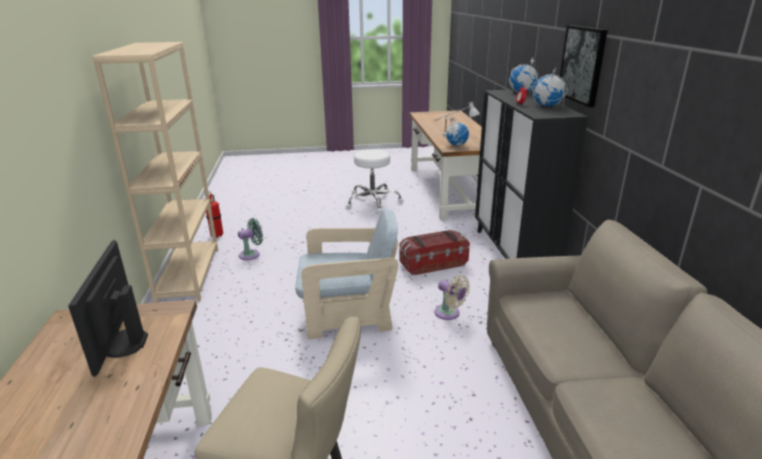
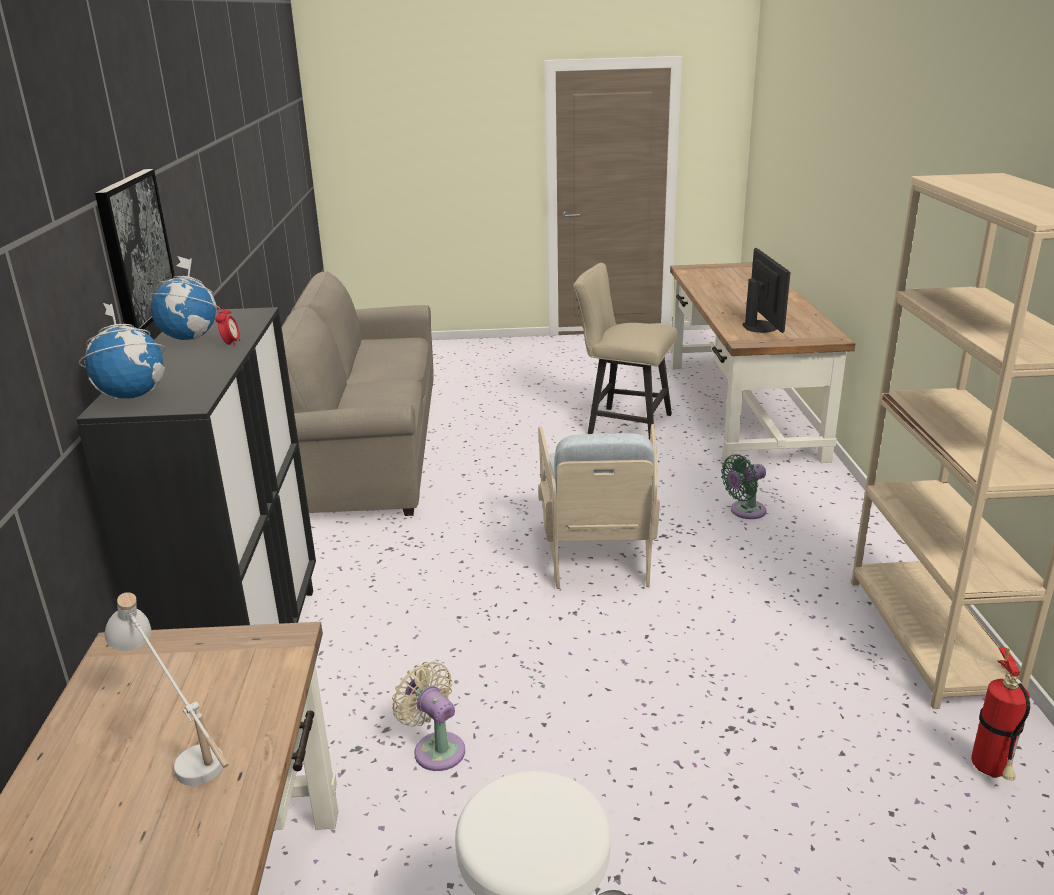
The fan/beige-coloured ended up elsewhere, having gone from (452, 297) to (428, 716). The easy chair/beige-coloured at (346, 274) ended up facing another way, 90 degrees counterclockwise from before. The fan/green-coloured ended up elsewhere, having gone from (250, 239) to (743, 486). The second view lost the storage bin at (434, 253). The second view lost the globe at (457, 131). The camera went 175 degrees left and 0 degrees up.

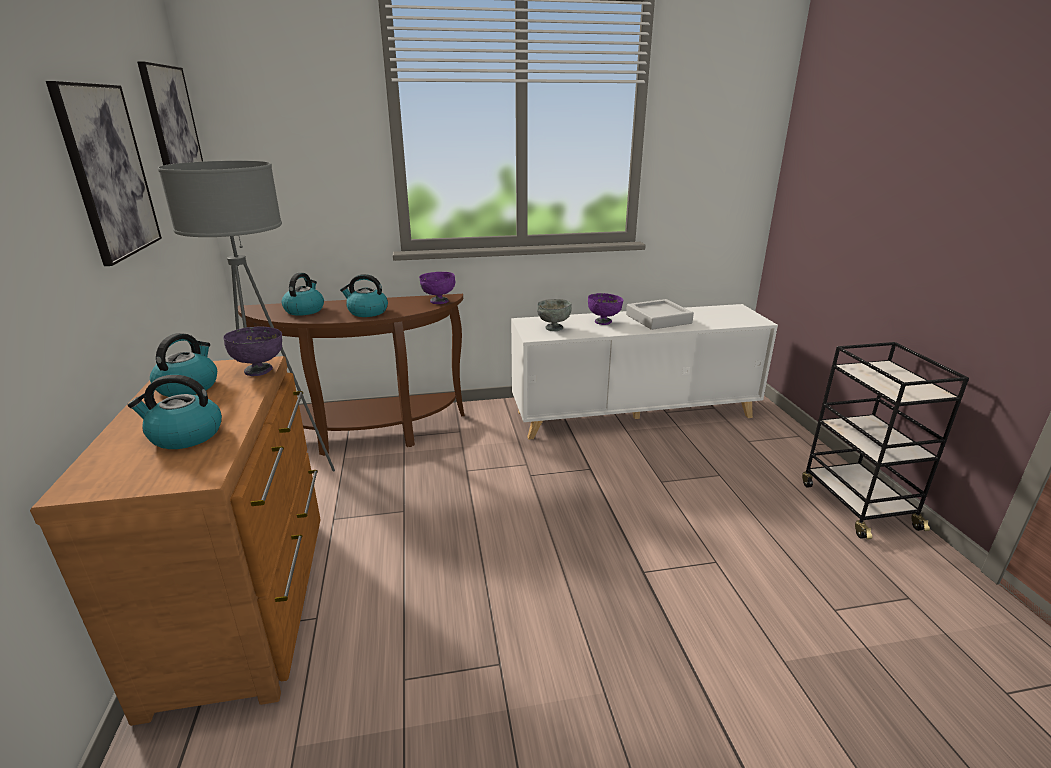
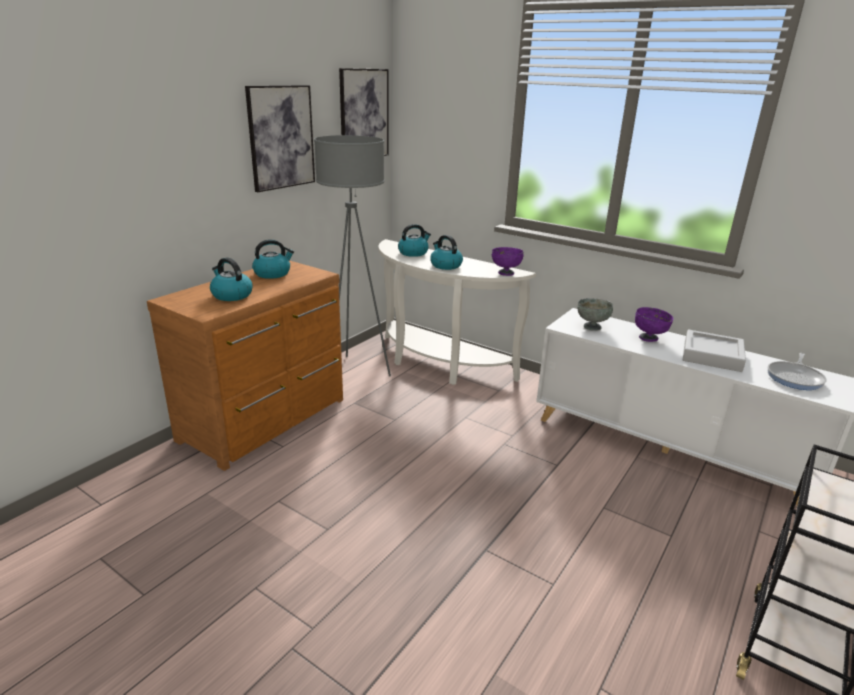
What was the console table/brown at (351, 375) turned into the console table/white-coloured at (457, 312). The second view gained the frying pan at (797, 371). The second view lost the bowl/purple-coloured at (252, 351). The camera went 45 degrees right and 0 degrees up.

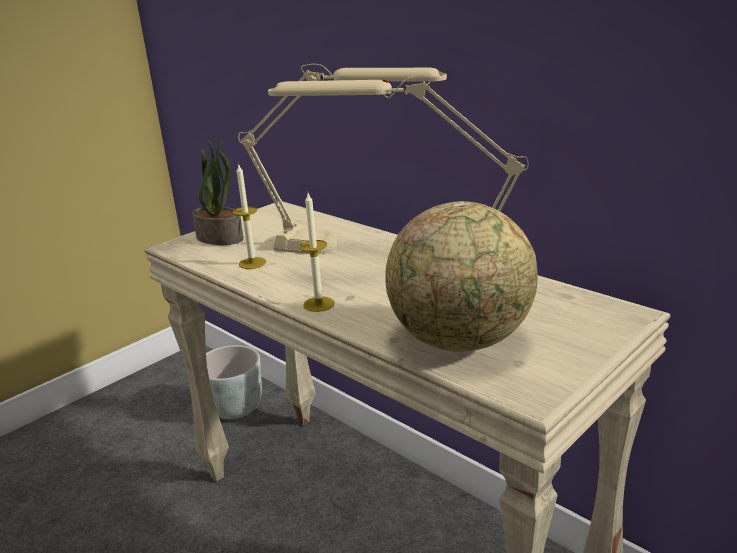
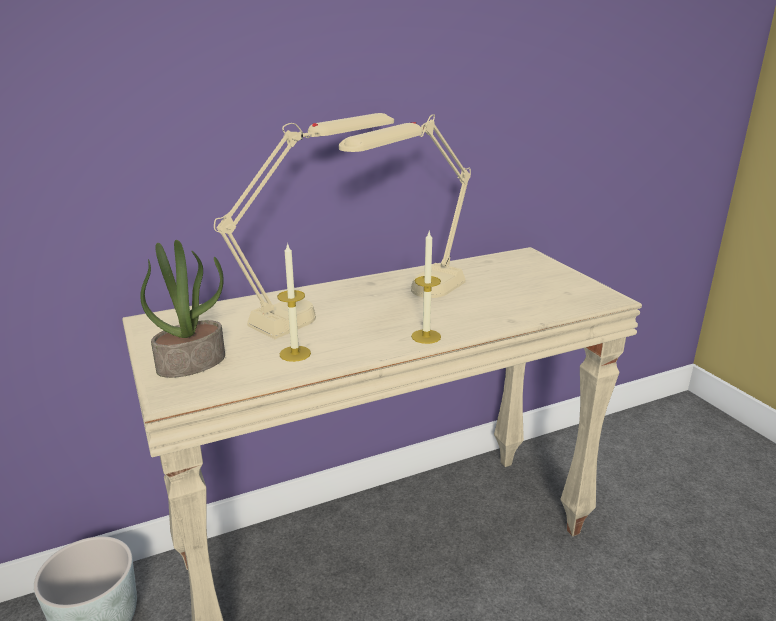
The second view lost the globe at (461, 276). The camera went 70 degrees left and 0 degrees up.

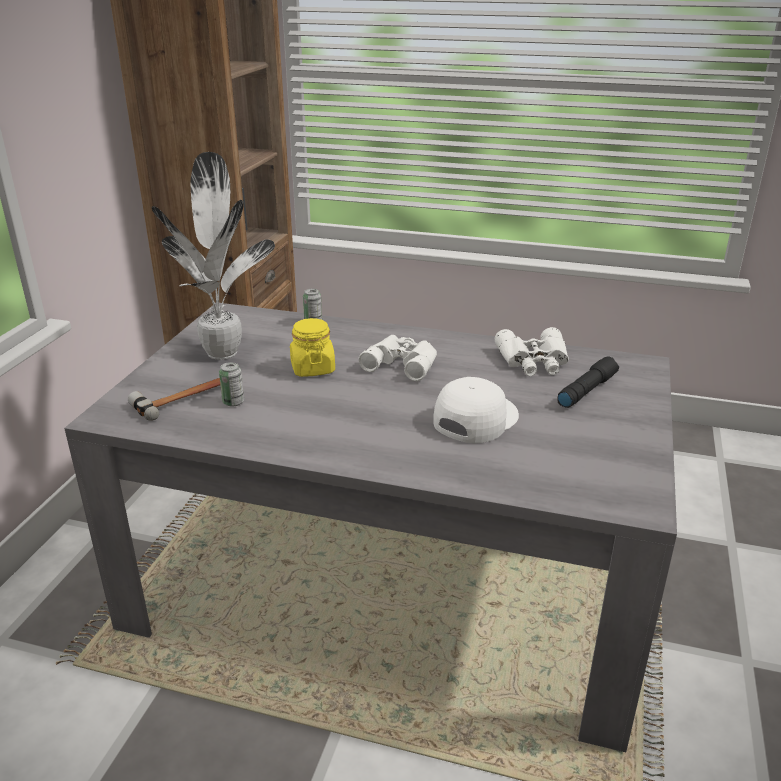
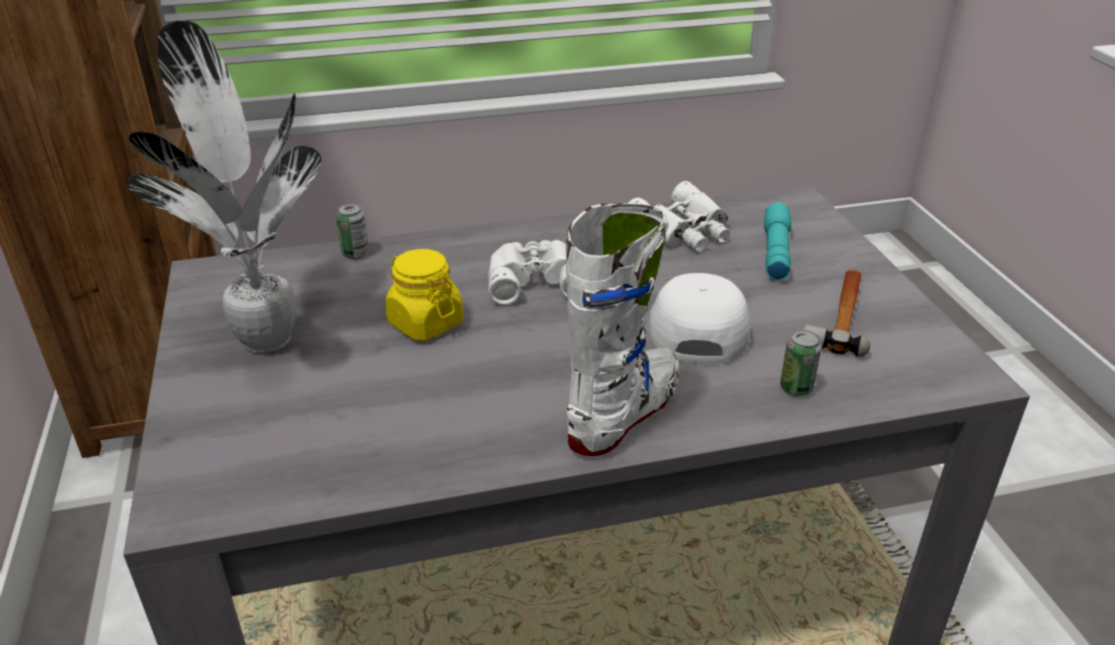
The second view gained the high-top boot/white-coloured at (622, 330). What was the torch/black at (588, 382) turned into the torch/turquoise at (777, 241). The metal can ended up elsewhere, having gone from (231, 384) to (801, 363). The tool hammer ended up elsewhere, having gone from (174, 399) to (836, 313). The camera went 30 degrees left and 5 degrees up.

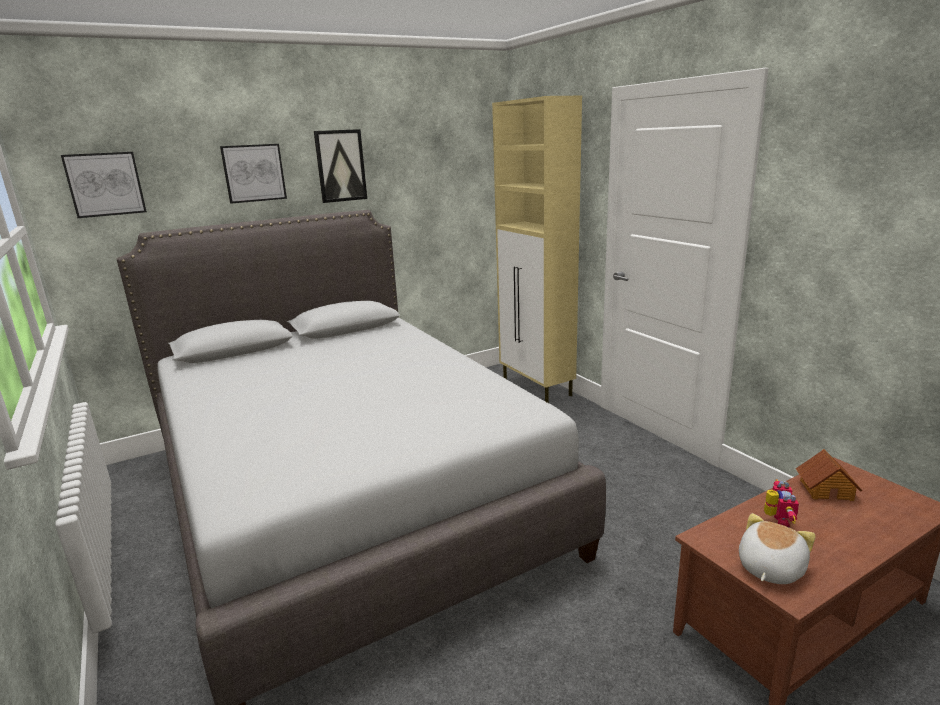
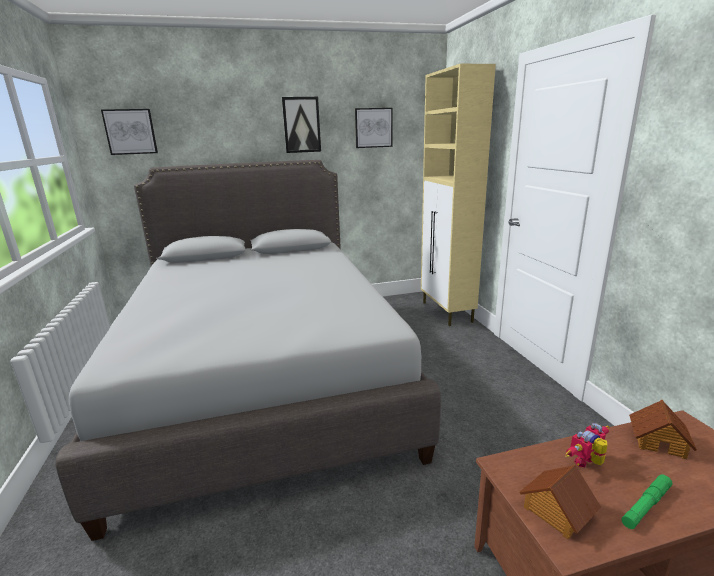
The picture ended up elsewhere, having gone from (253, 174) to (374, 128). Where the soft toy stood at (777, 548), the toy house came to stand at (560, 502). The robot figure at (781, 503) ended up facing another way, 150 degrees counterclockwise from before. The second view gained the torch/green-coloured at (647, 502). The camera went 15 degrees right and 0 degrees up.

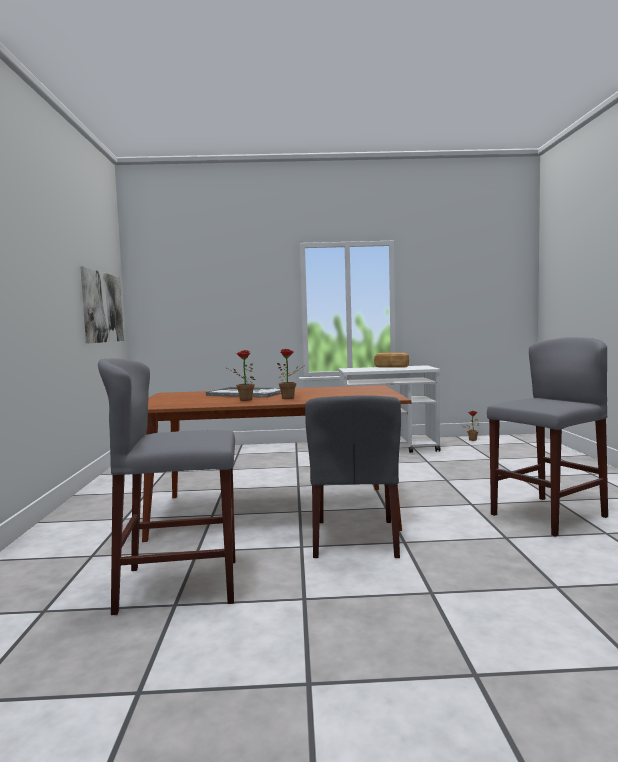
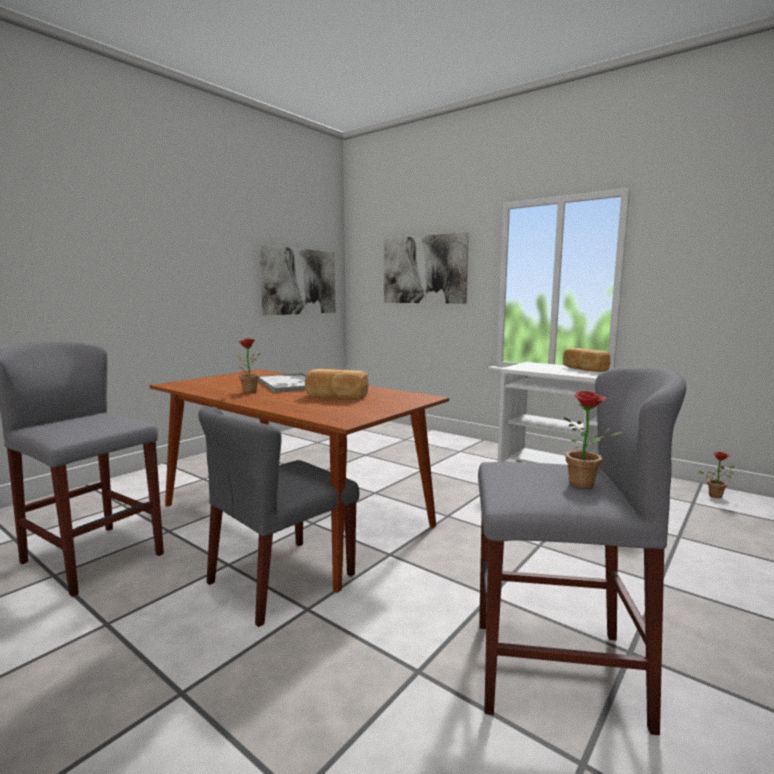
The second view gained the bread at (336, 384). The second view gained the picture at (426, 268). The houseplant ended up elsewhere, having gone from (291, 374) to (593, 440). The camera went 40 degrees right and 5 degrees up.

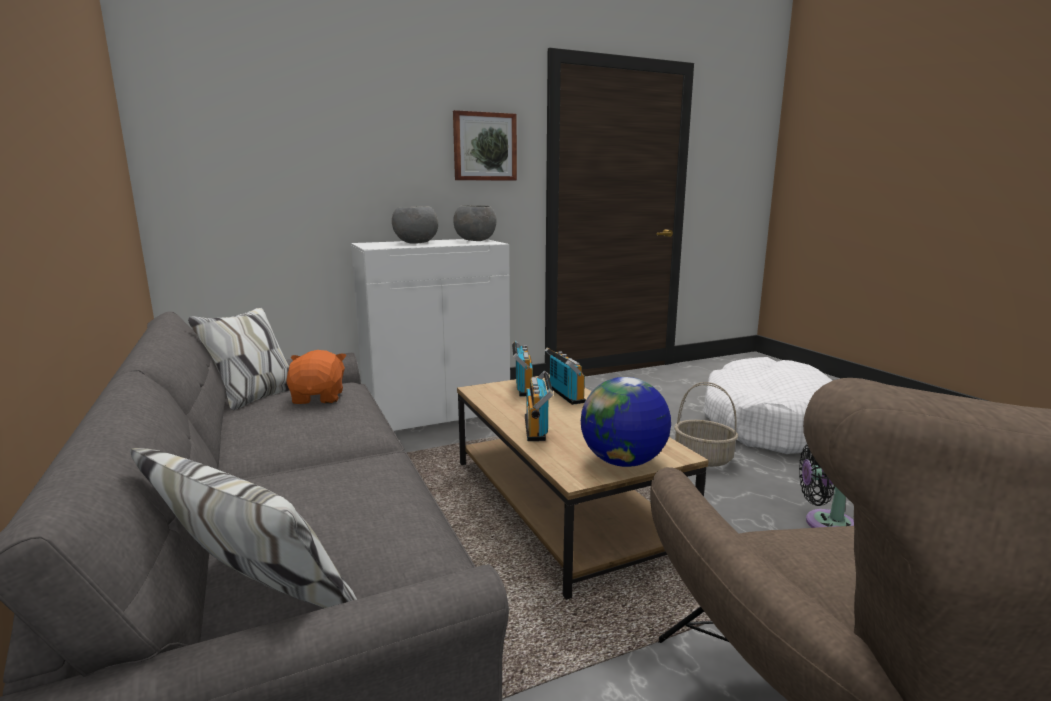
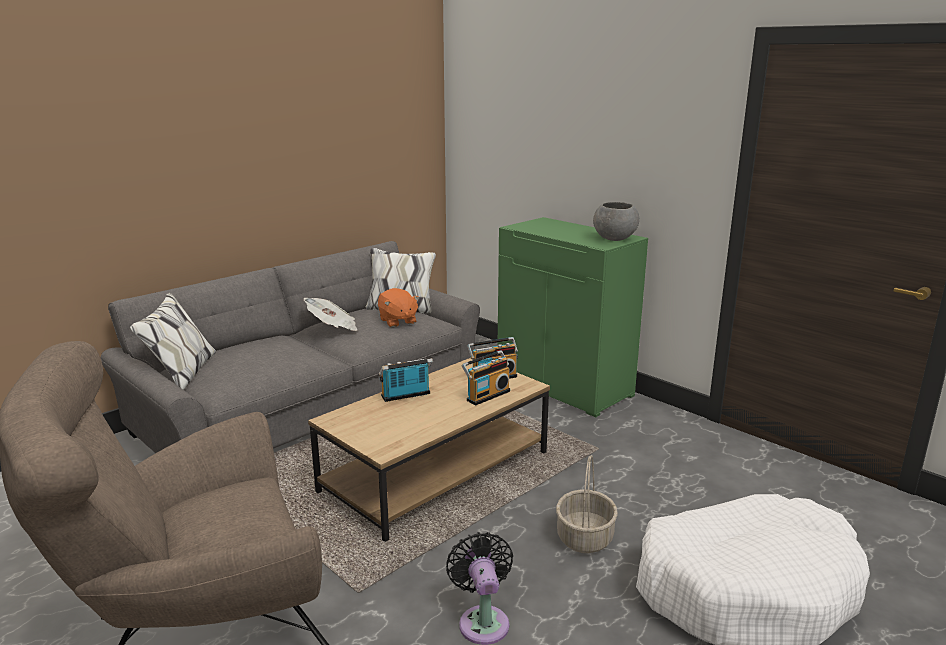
The second view gained the newspaper at (330, 314). The soft toy/orangey at (316, 377) ended up facing another way, 90 degrees clockwise from before. What was the storage cabinet/white-coloured at (430, 335) turned into the storage cabinet/green-coloured at (573, 317). The second view lost the bowl/greyish at (415, 225). The second view lost the picture at (485, 145). The second view lost the globe at (626, 422). The camera went 70 degrees right and 5 degrees up.

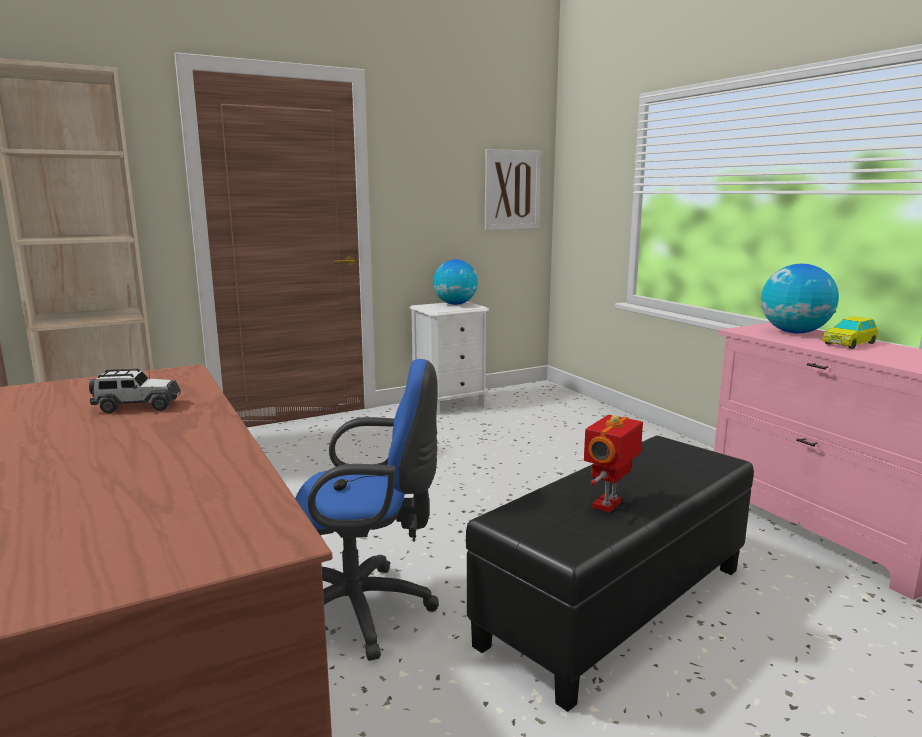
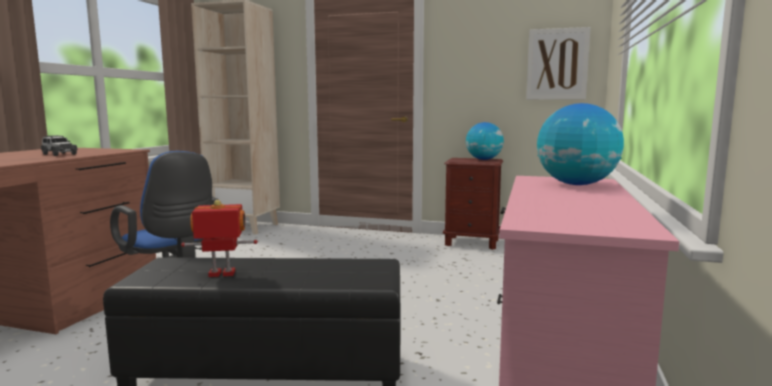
What was the night table/white-coloured at (449, 358) turned into the night table/brown at (473, 204). The second view lost the toy car at (850, 332). The camera went 45 degrees right and 5 degrees down.

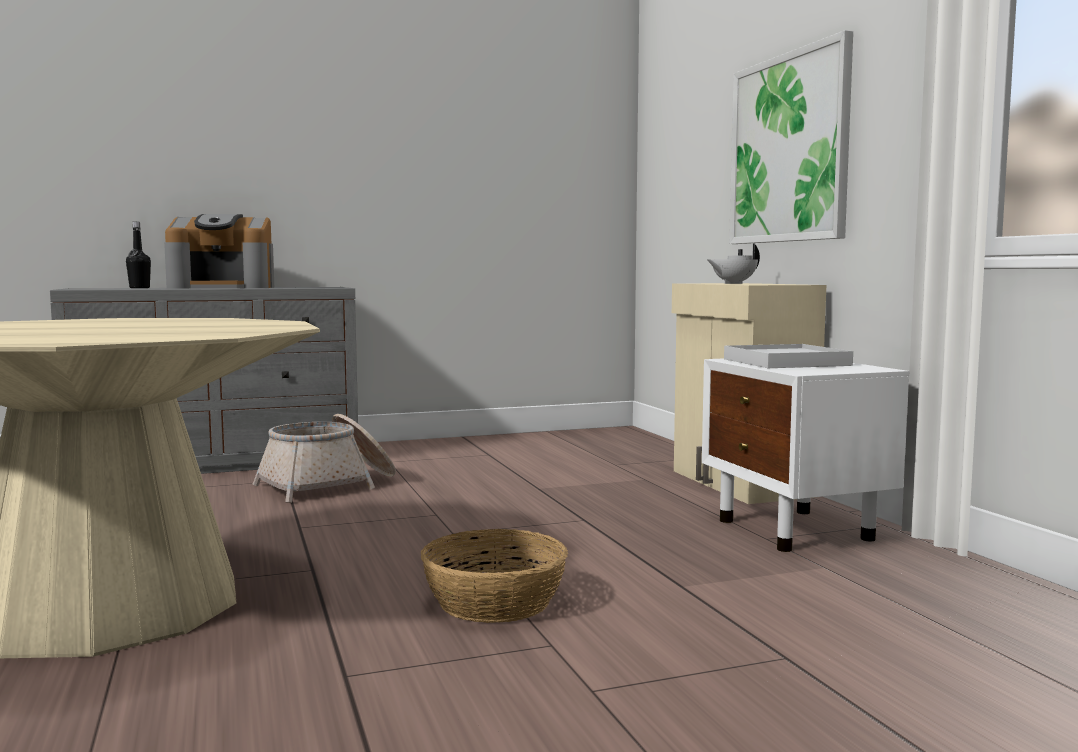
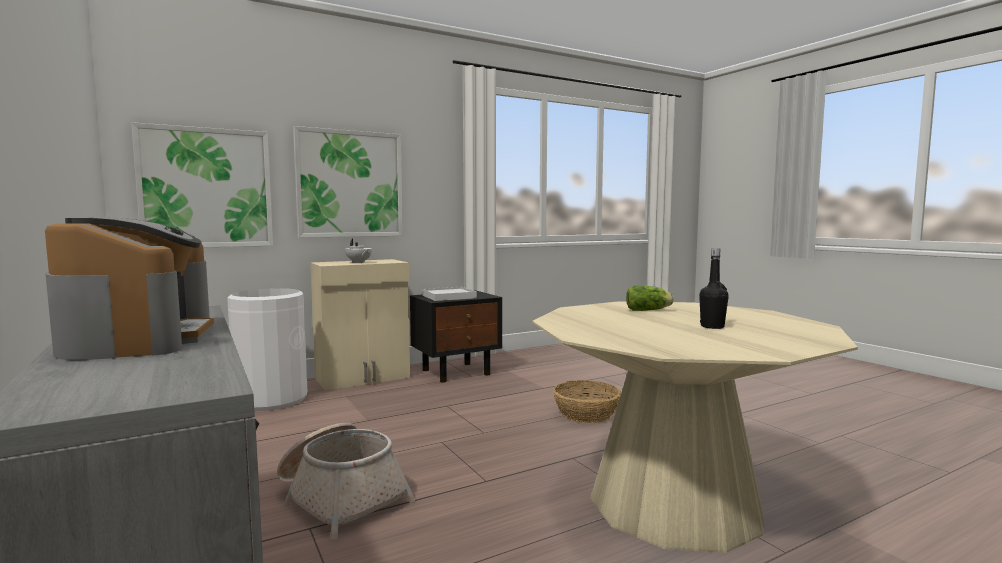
The second view gained the picture at (202, 185). The second view gained the trash can/white-coloured at (267, 349). What was the night table/white-coloured at (805, 455) turned into the night table/black at (456, 337). The second view gained the head of lettuce at (649, 298). The beverage bottle/black ended up elsewhere, having gone from (138, 255) to (714, 288). The camera went 100 degrees left and 0 degrees up.

